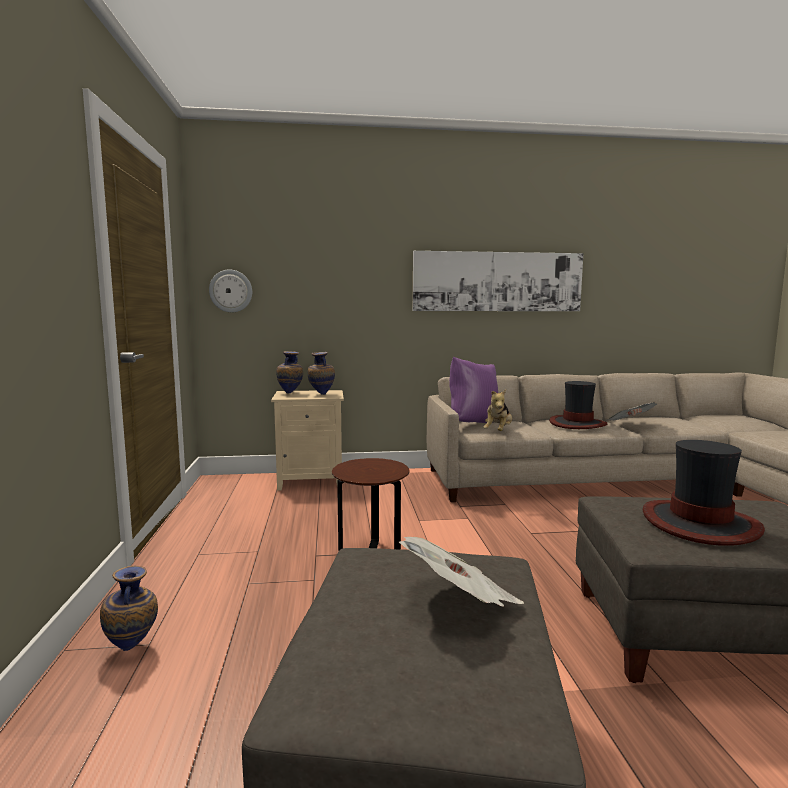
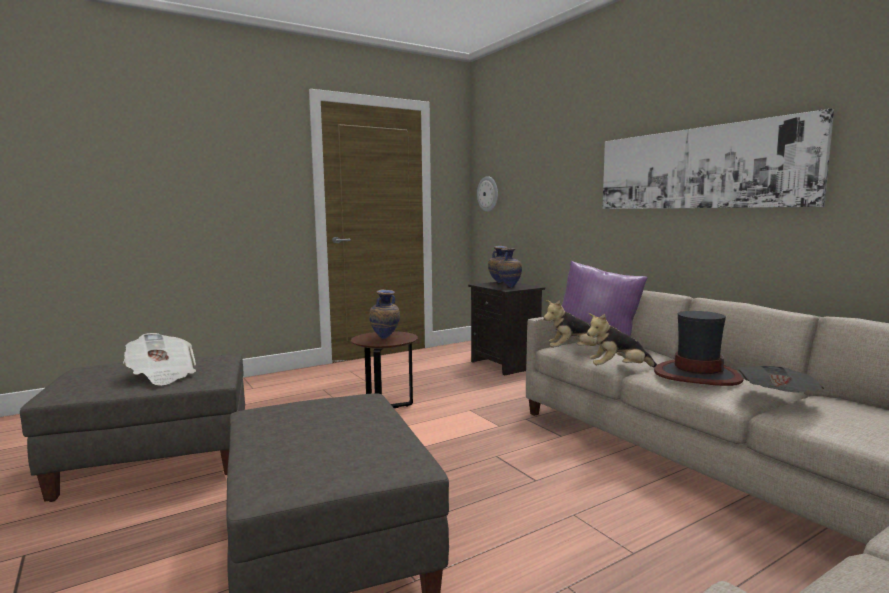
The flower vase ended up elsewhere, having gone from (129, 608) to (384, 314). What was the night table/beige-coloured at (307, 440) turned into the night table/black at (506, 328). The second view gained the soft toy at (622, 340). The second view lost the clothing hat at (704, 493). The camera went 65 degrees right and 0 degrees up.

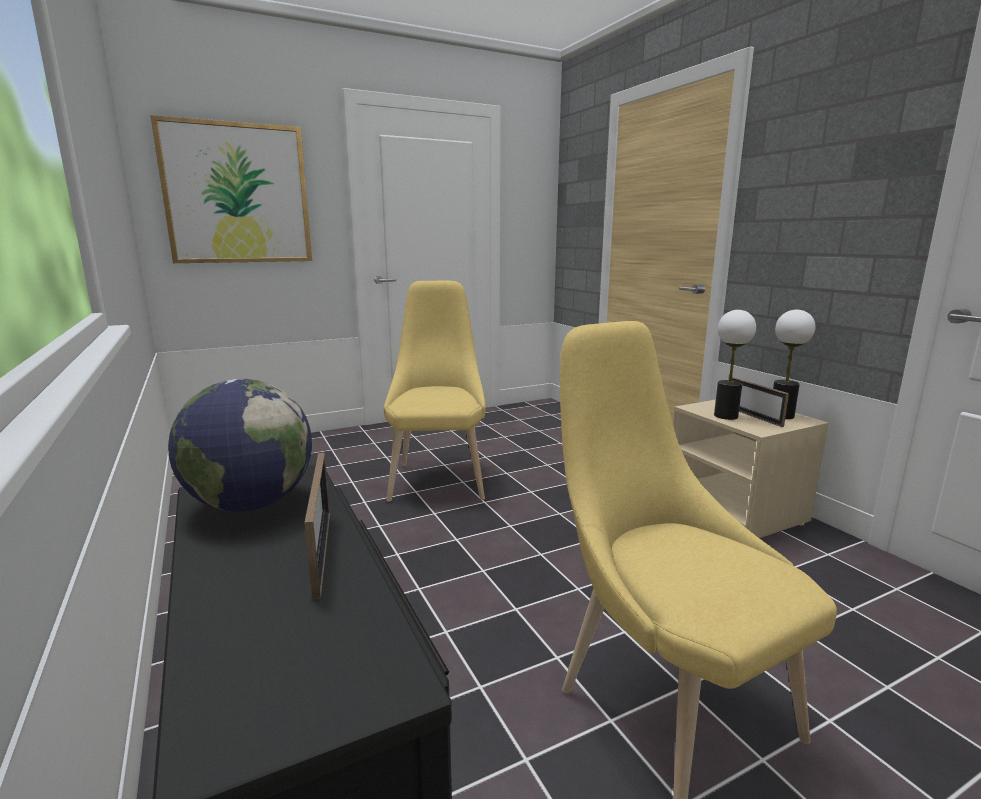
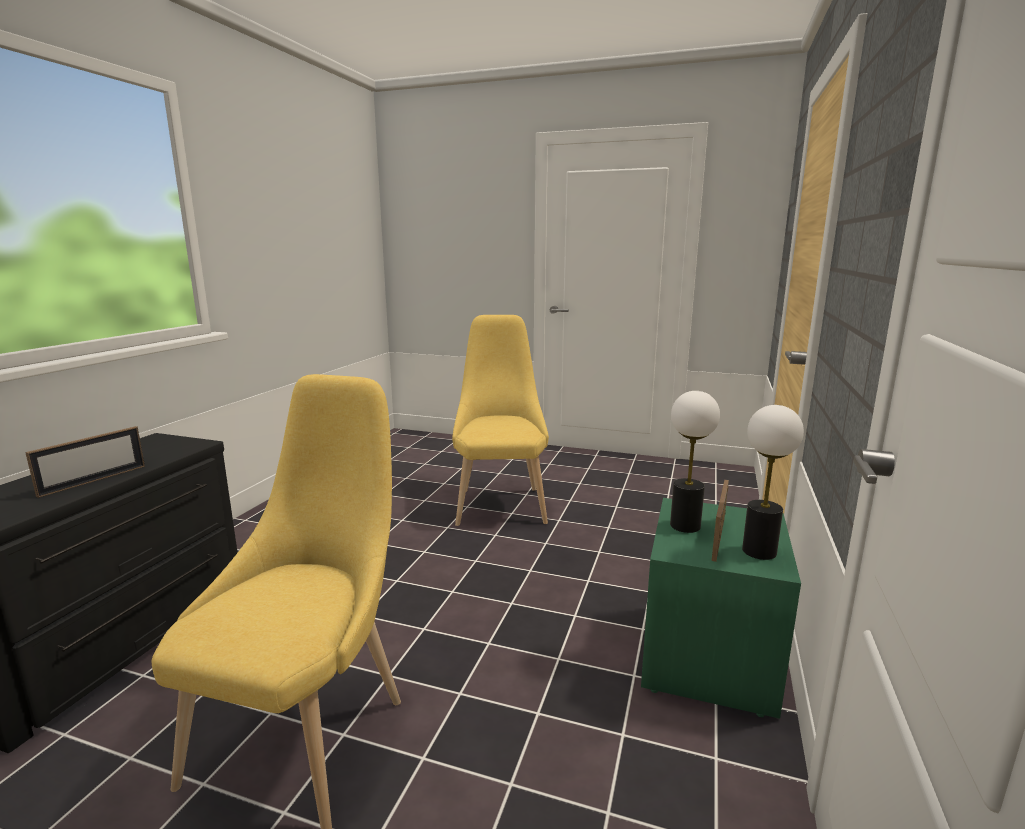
The chair/yellow-coloured at (434, 391) ended up facing another way, 45 degrees counterclockwise from before. What was the night table/beige-coloured at (751, 469) turned into the night table/green-coloured at (721, 608). The second view lost the picture at (231, 189). The second view lost the globe at (240, 445). The camera went 45 degrees right and 0 degrees up.

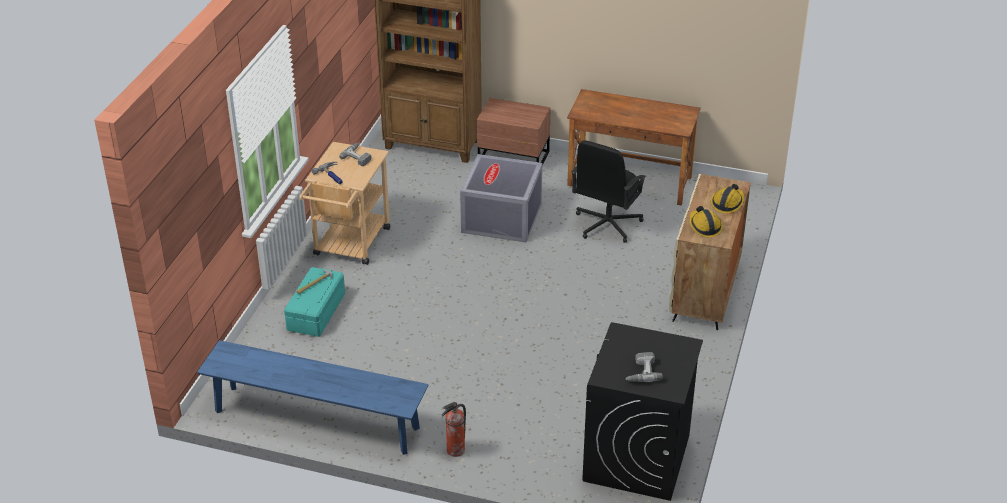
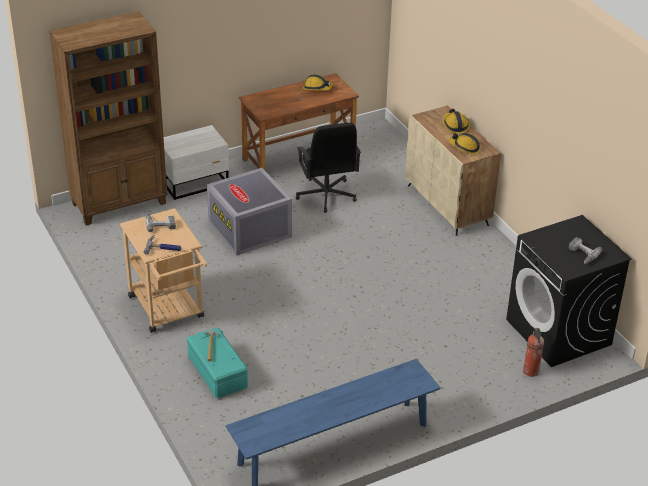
What was the night table/brown at (514, 131) turned into the night table/white-coloured at (196, 162). The second view gained the work helmet at (318, 82). The fire-fighting cylinder ended up elsewhere, having gone from (453, 429) to (533, 352). The camera went 45 degrees left and 0 degrees up.

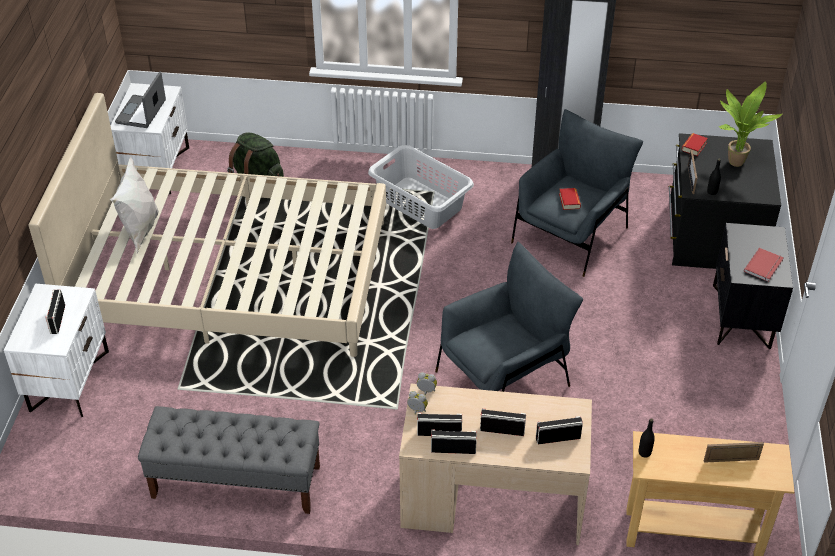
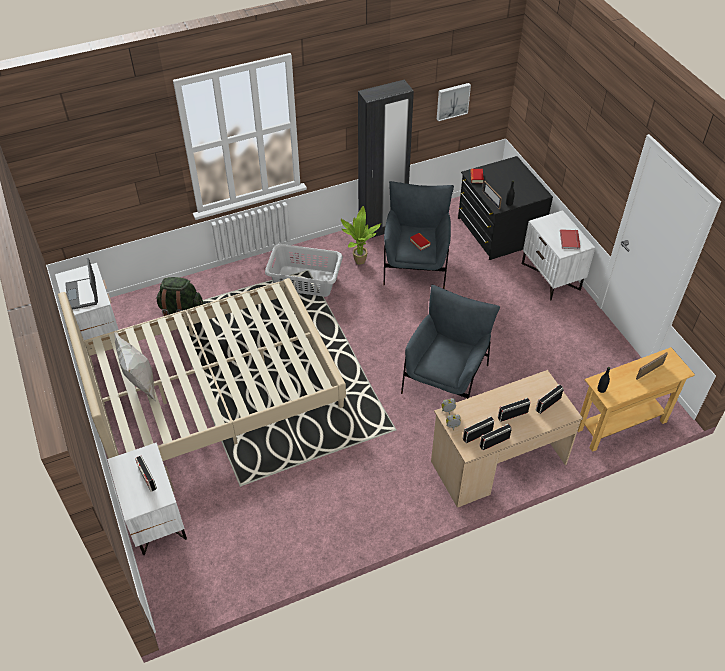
The houseplant ended up elsewhere, having gone from (750, 124) to (361, 235). The second view gained the picture at (454, 102). What was the night table/black at (753, 286) turned into the night table/white-coloured at (558, 255). The second view lost the bench/greyish at (229, 460). The camera went 30 degrees left and 5 degrees up.

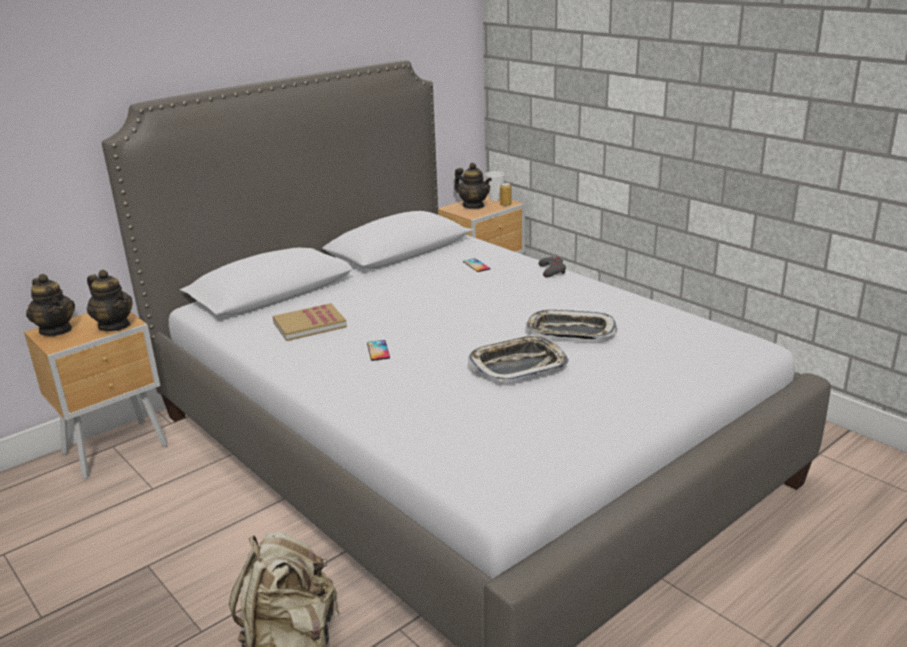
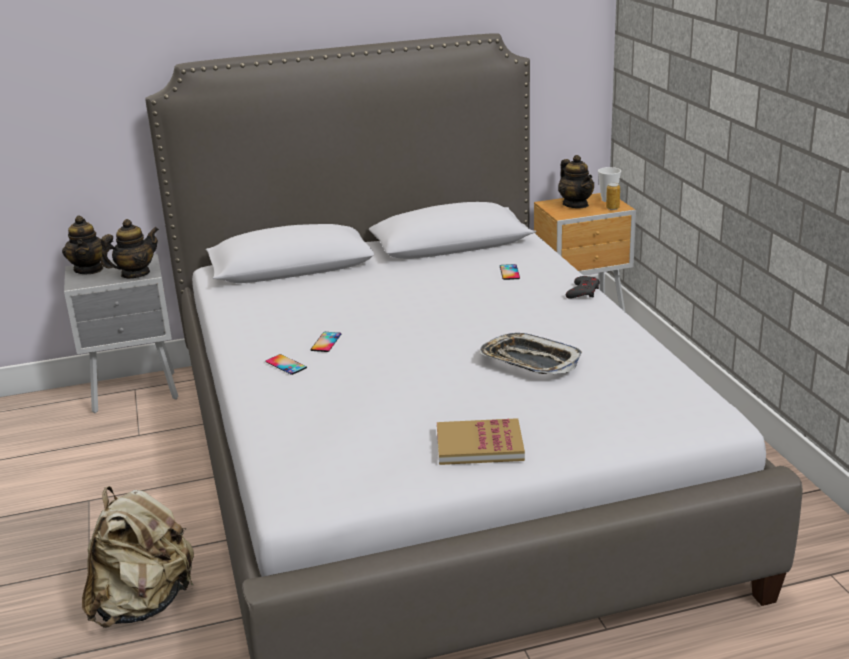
What was the night table/brown at (96, 395) turned into the night table/greyish at (121, 333). The tea pot at (110, 300) ended up facing another way, 105 degrees counterclockwise from before. The second view gained the telephone at (286, 364). The book ended up elsewhere, having gone from (310, 322) to (481, 441). The second view lost the carrying tray at (518, 358). The camera went 25 degrees right and 0 degrees up.

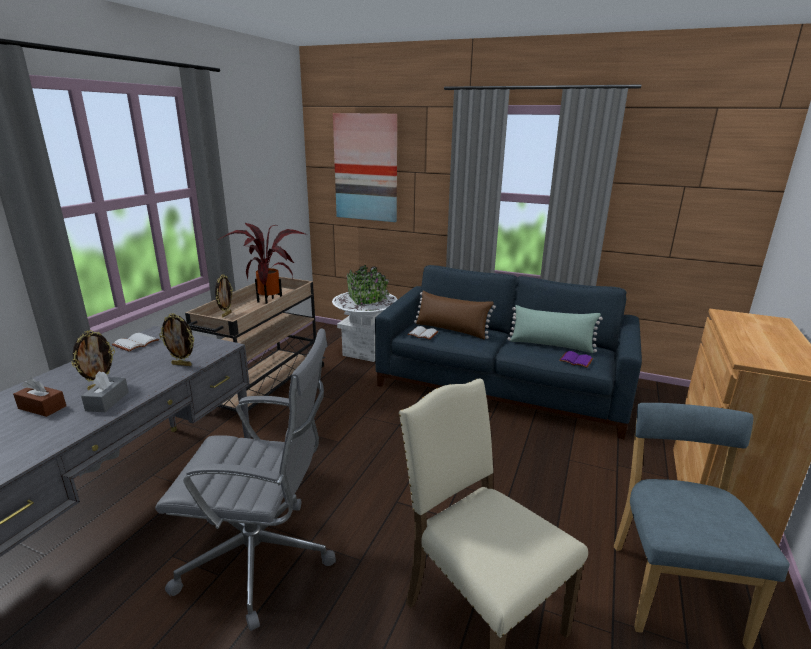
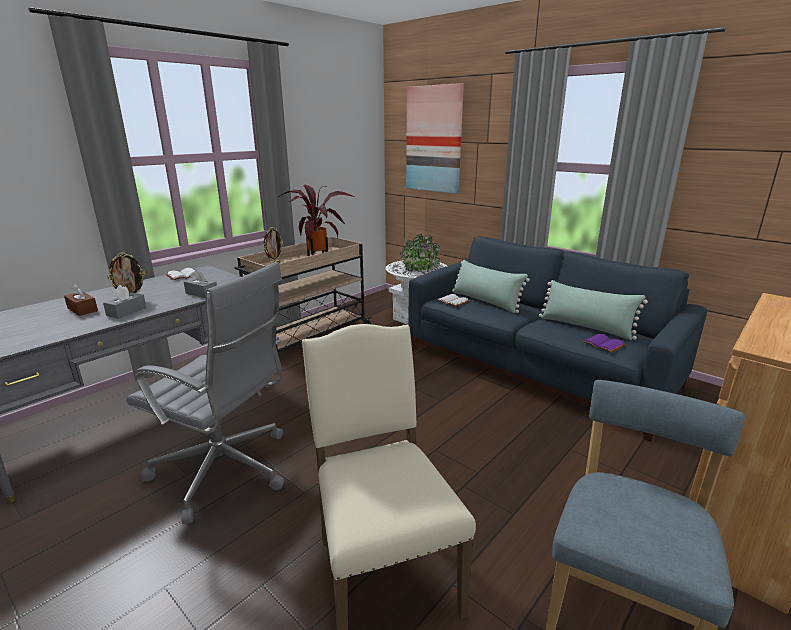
Where the photo frame stood at (176, 339), the tissue box/greyish came to stand at (200, 284). What was the throw pillow/brown at (455, 315) turned into the throw pillow/green-coloured at (491, 286). The camera went 20 degrees right and 0 degrees up.

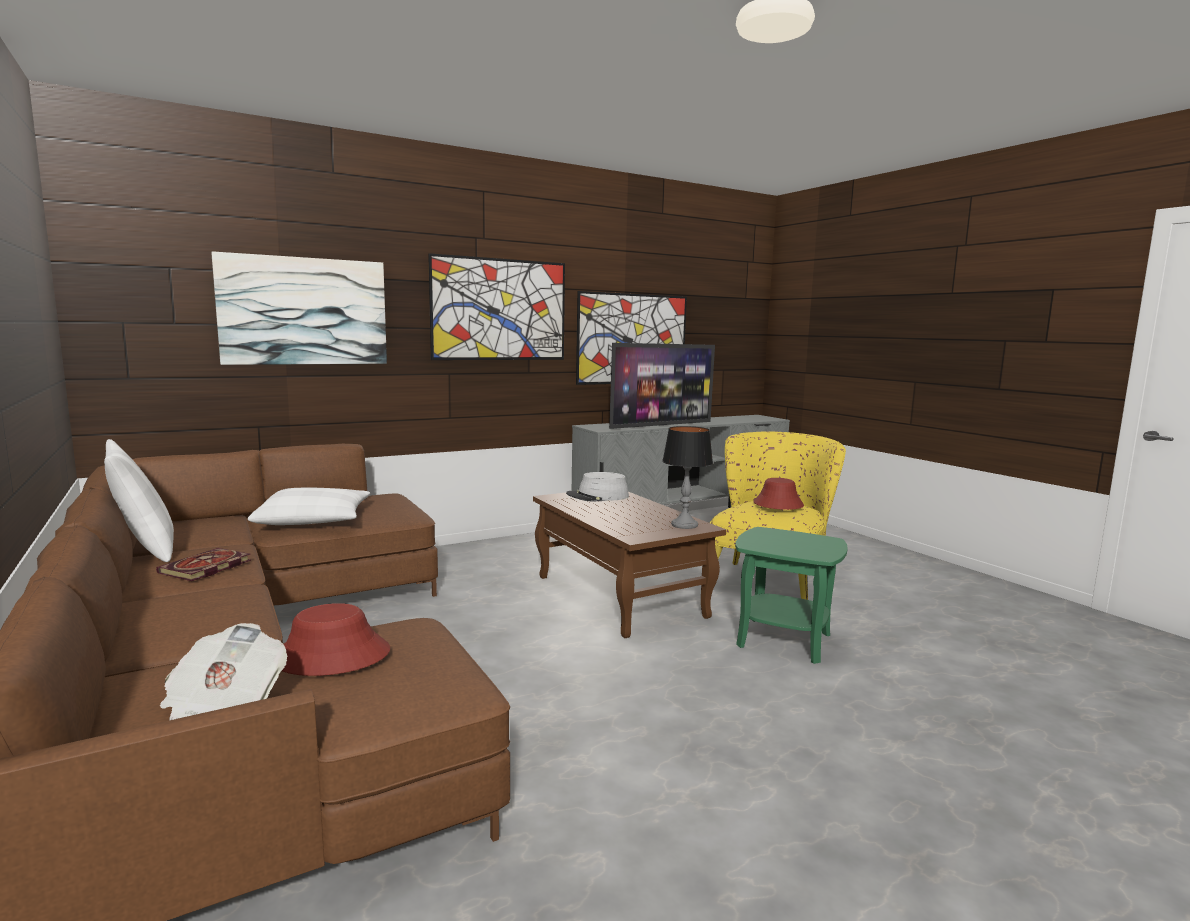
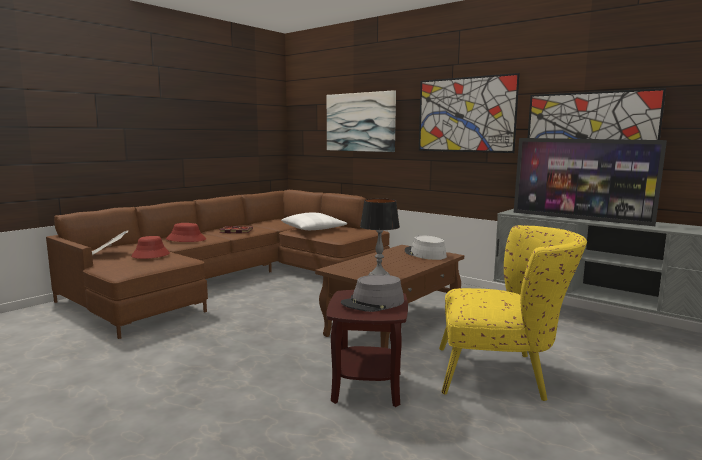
The clothing hat/reddish ended up elsewhere, having gone from (778, 494) to (186, 232). What was the end table/green-coloured at (791, 595) turned into the end table/brown at (367, 348). The second view gained the clothing hat/greyish at (372, 293). The second view lost the throw pillow/white-coloured at (139, 500). The camera went 70 degrees right and 0 degrees up.

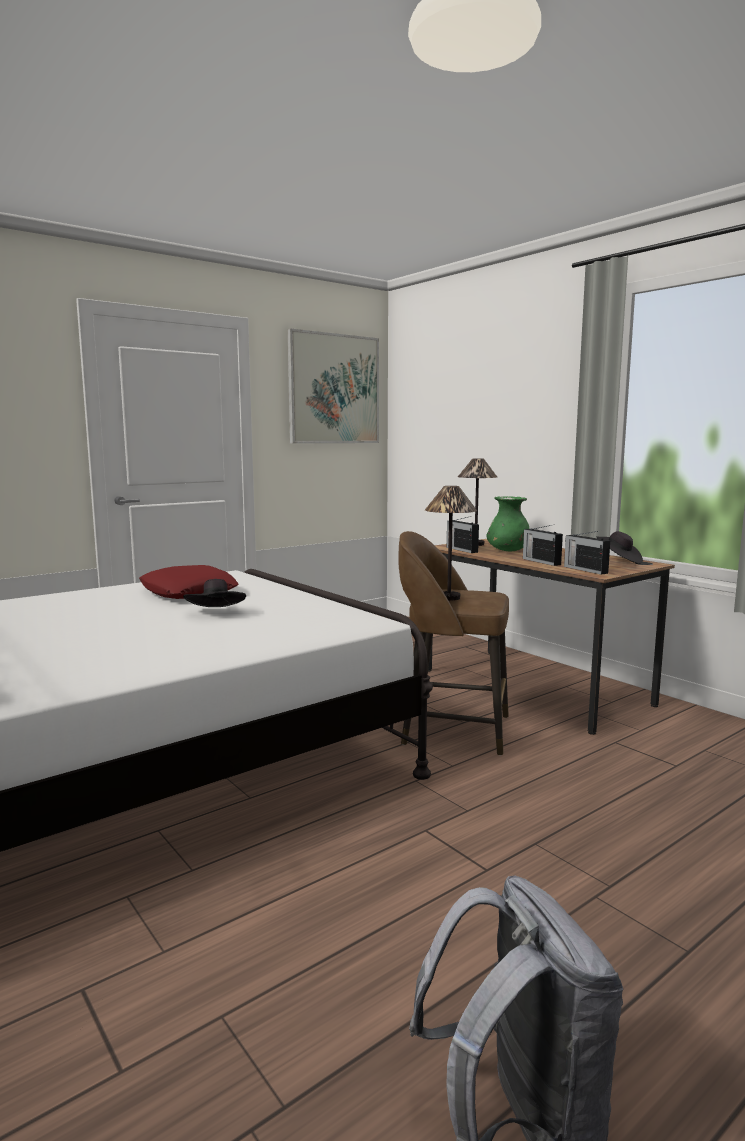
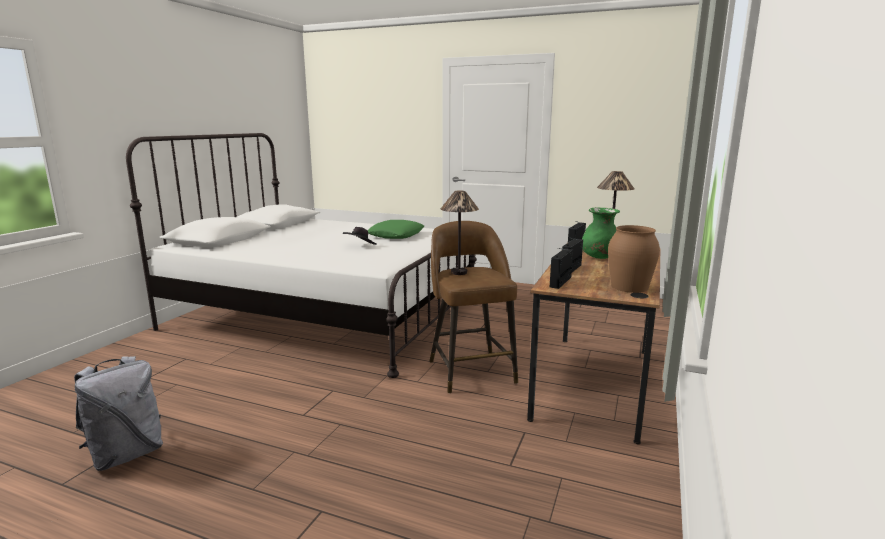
What was the throw pillow/reddish at (189, 582) turned into the throw pillow/green-coloured at (396, 229). Where the clothing hat/black stood at (620, 547), the flower vase/brown came to stand at (634, 259). The second view lost the picture at (333, 386). The camera went 60 degrees right and 5 degrees up.

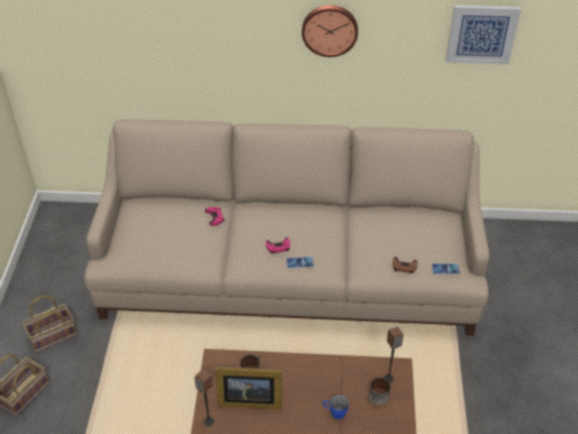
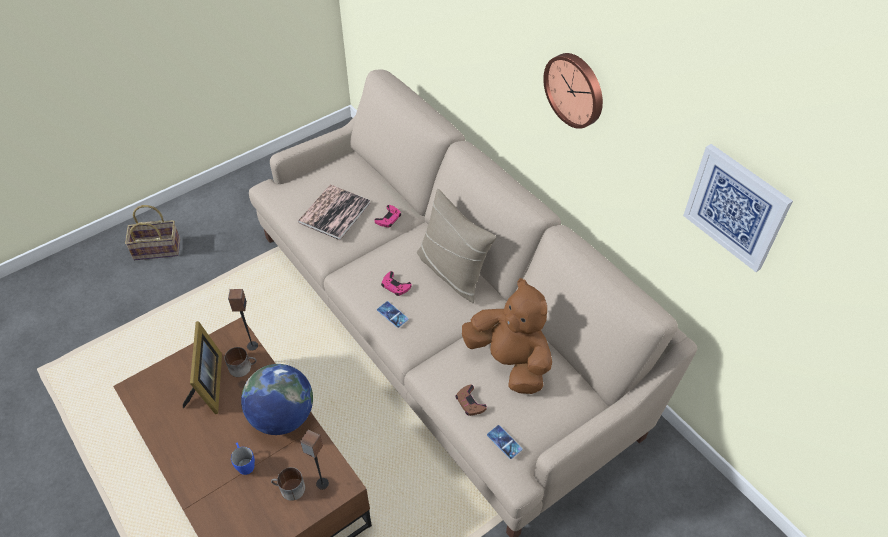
The photo frame at (248, 388) ended up facing another way, 150 degrees counterclockwise from before. The speaker ended up elsewhere, having gone from (204, 397) to (243, 320). The second view gained the globe at (277, 399). The second view gained the book at (334, 212). The second view gained the throw pillow/beige-coloured at (456, 246). The second view gained the soft toy/brown at (507, 336). The second view lost the household basket at (49, 324). The camera went 50 degrees right and 5 degrees up.

